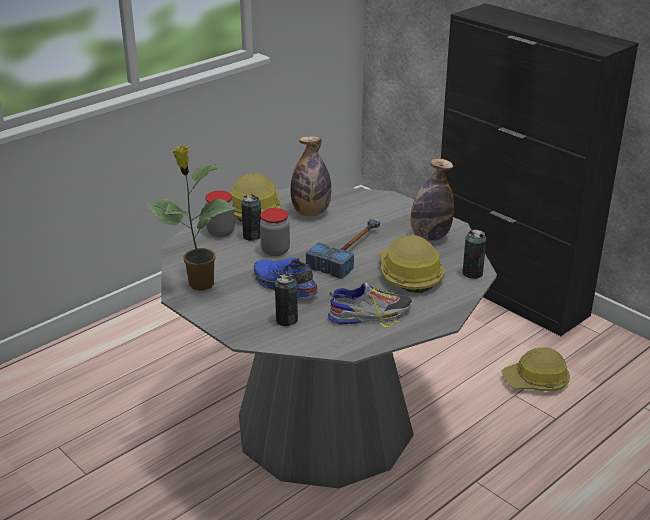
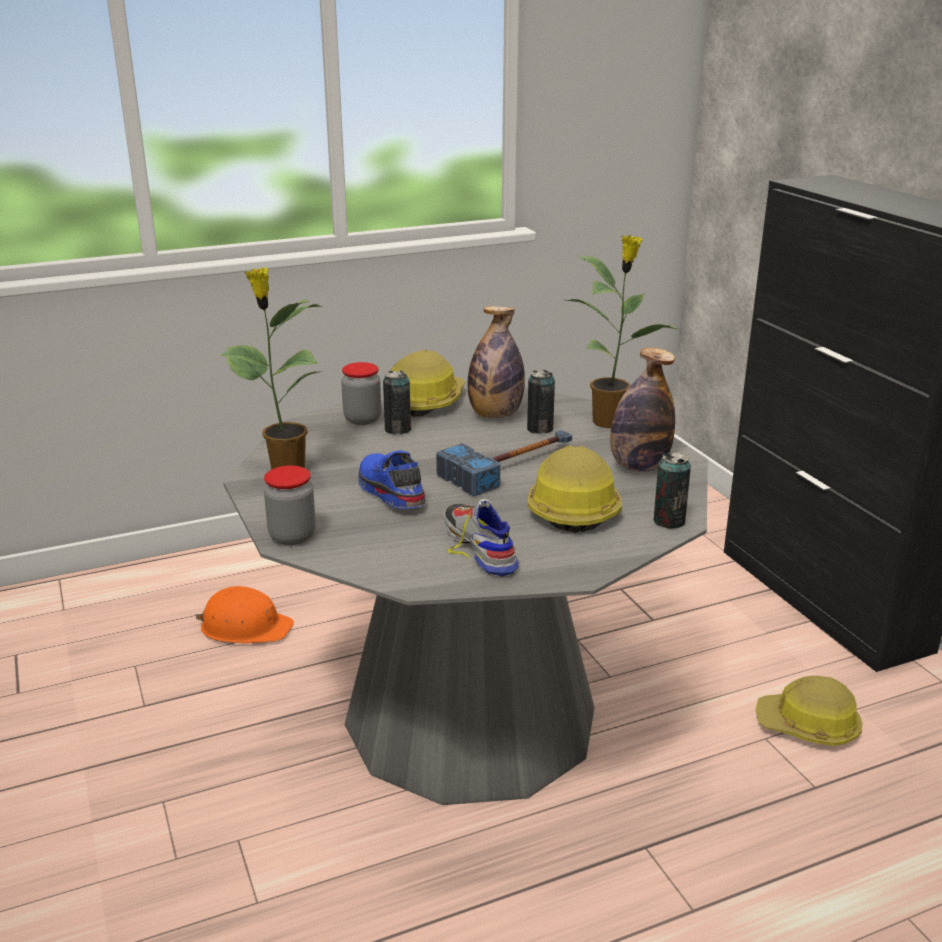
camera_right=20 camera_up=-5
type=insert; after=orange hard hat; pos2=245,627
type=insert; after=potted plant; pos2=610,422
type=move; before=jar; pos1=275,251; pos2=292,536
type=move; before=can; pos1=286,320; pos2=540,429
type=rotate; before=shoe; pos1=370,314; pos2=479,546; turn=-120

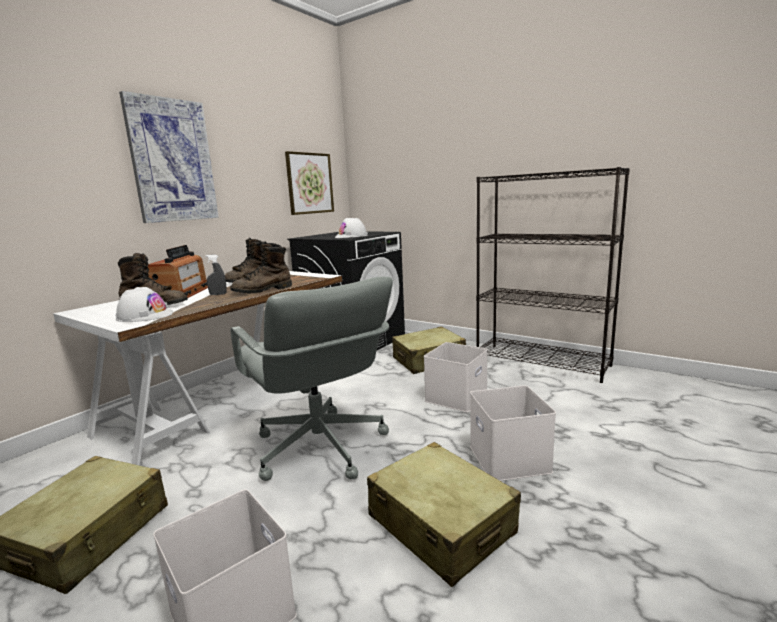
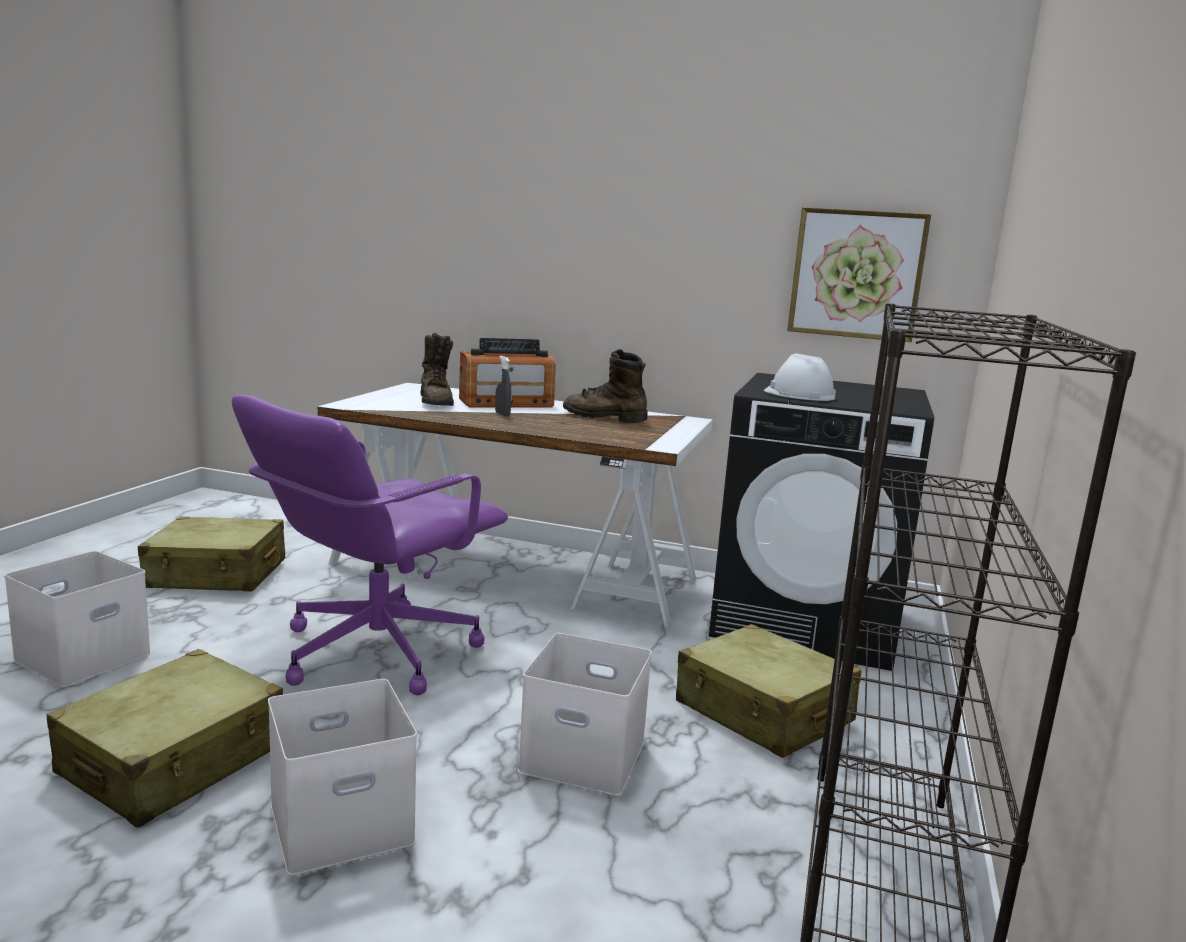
camera_right=70 camera_up=0
type=delete; before=white hard hat; pos1=145,316
type=delete; before=picture; pos1=172,161
type=delete; before=brown boot; pos1=263,290
type=recolor; before=grey office chair; after=purple office chair; pos1=319,448; pos2=374,651

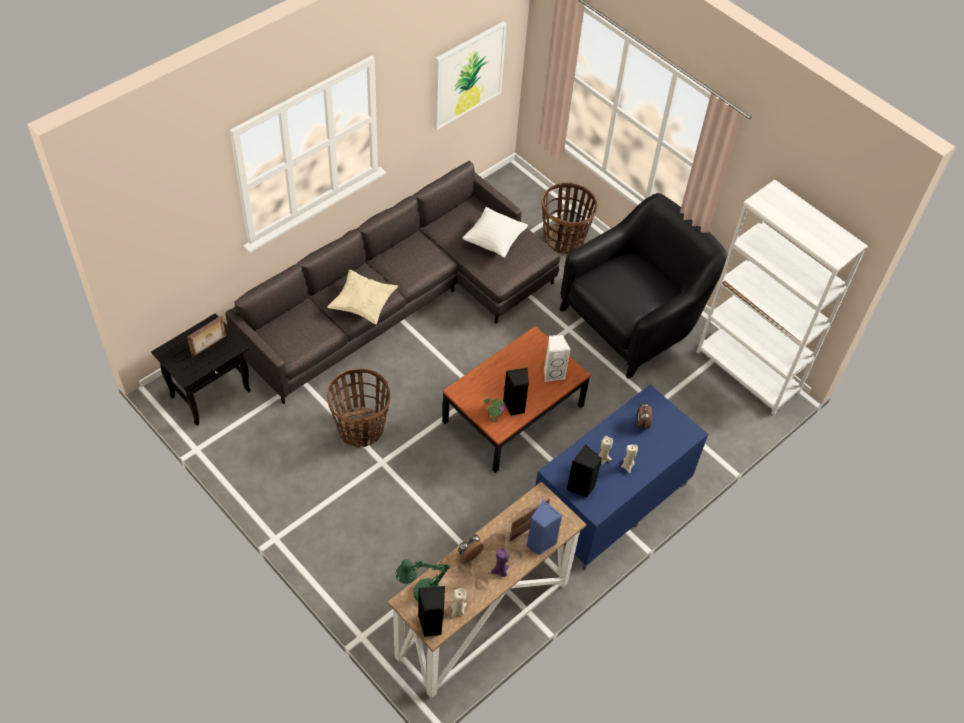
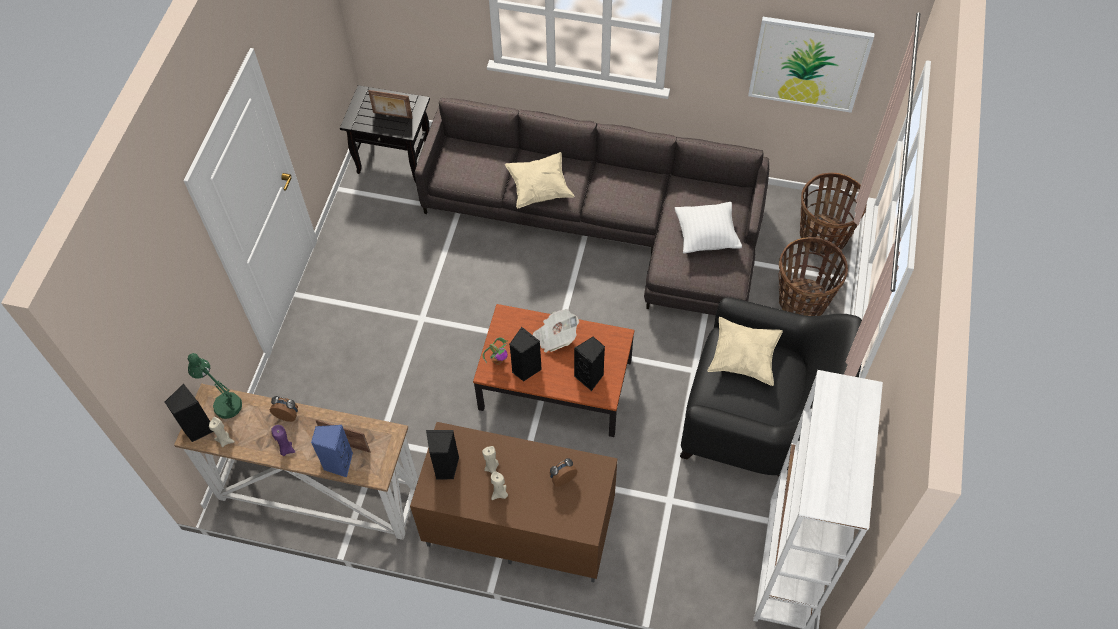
camera_right=60 camera_up=5
type=insert; after=newspaper; pos2=555,337
type=insert; after=beige pillow; pos2=743,358
type=move; before=basket; pos1=361,428; pos2=823,236
type=recolor; before=blue tv stand; after=brown tv stand; pos1=610,504; pos2=518,526
type=recolor; before=white speaker; after=black speaker; pos1=553,373; pos2=590,377

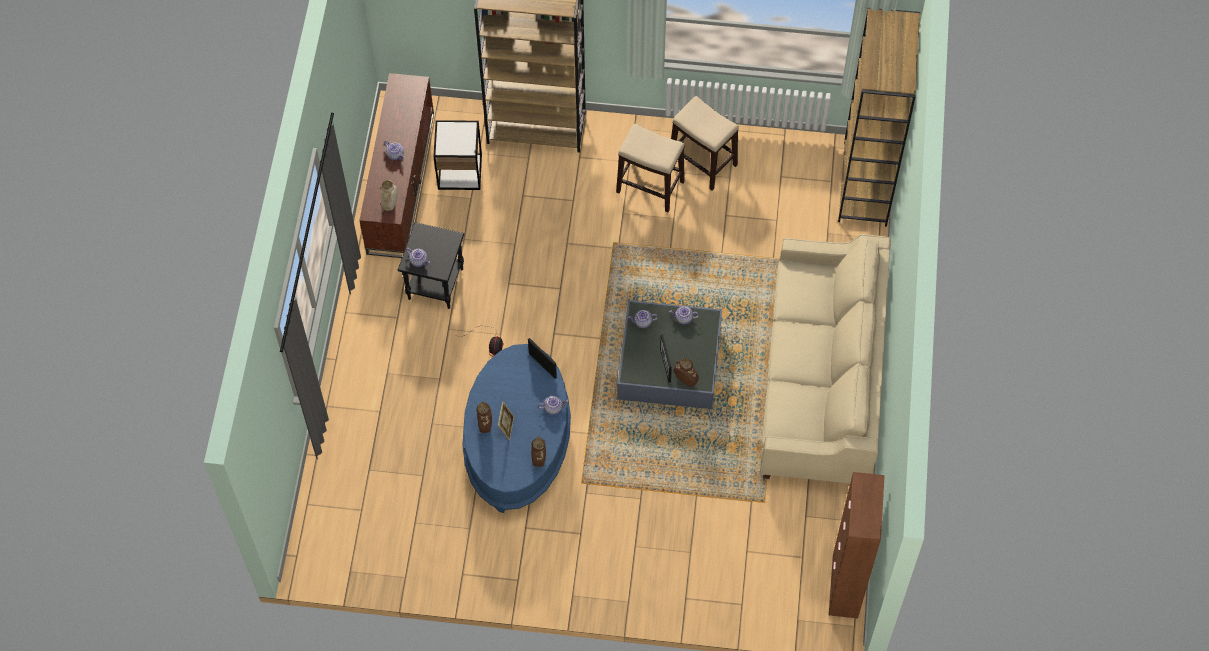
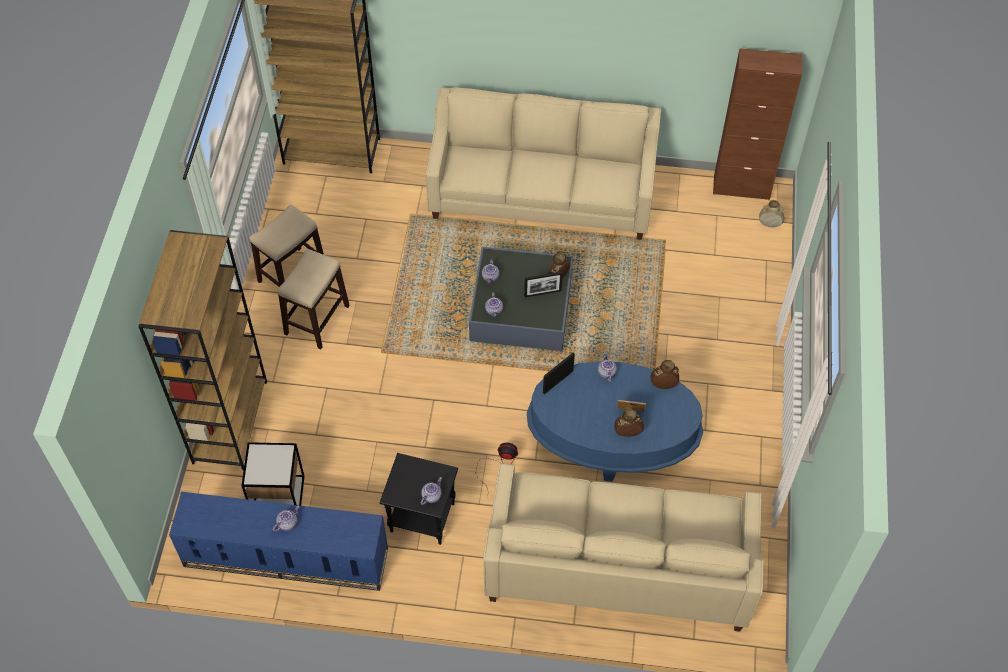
camera_right=-90 camera_up=-5
type=insert; after=beige sofa; pos2=617,565
type=move; before=beige vase; pos1=390,204; pos2=769,224
type=recolor; before=brown tv stand; after=blue tv stand; pos1=400,181; pos2=284,558

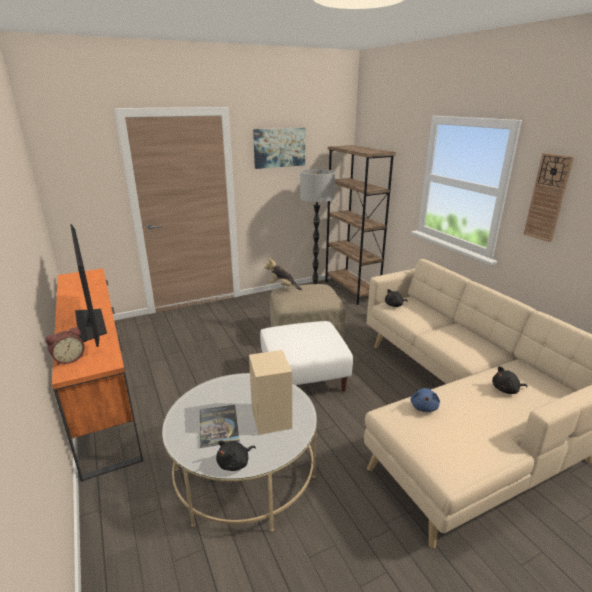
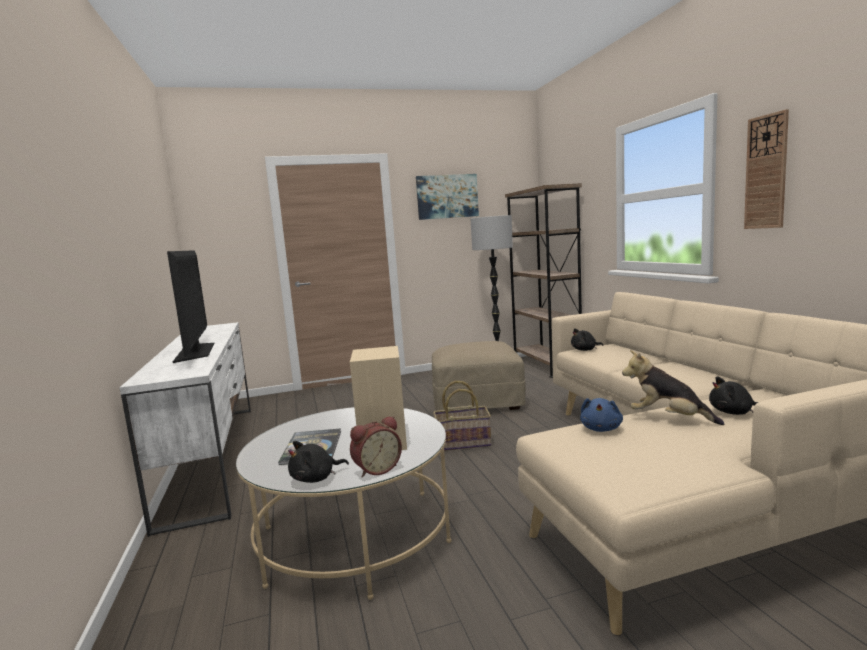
camera_right=10 camera_up=-15
type=move; before=alarm clock; pos1=69,359; pos2=376,469
type=move; before=plush toy; pos1=282,287; pos2=668,418
type=replace; before=white ottoman; after=basket; pos1=303,377; pos2=463,442
type=recolor; before=orange tv stand; after=white tv stand; pos1=104,392; pos2=213,456

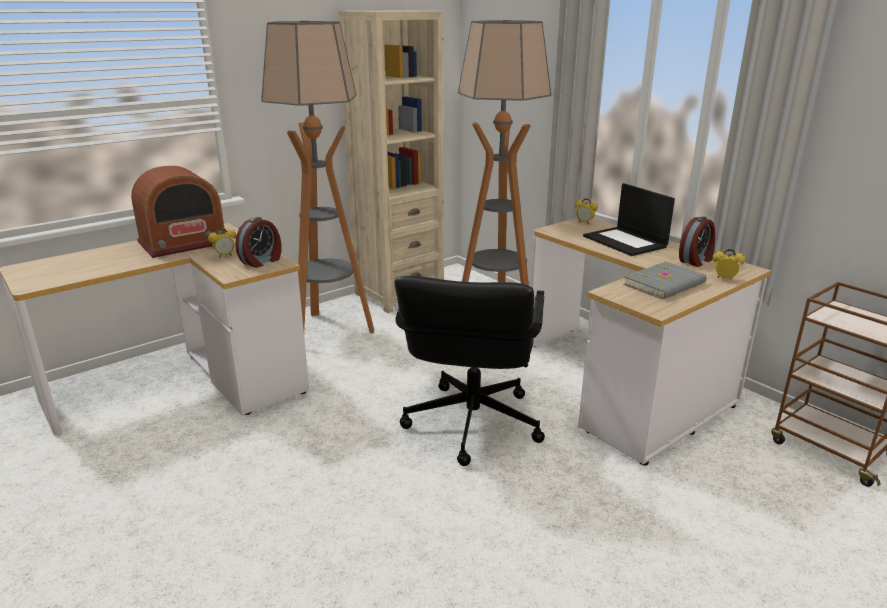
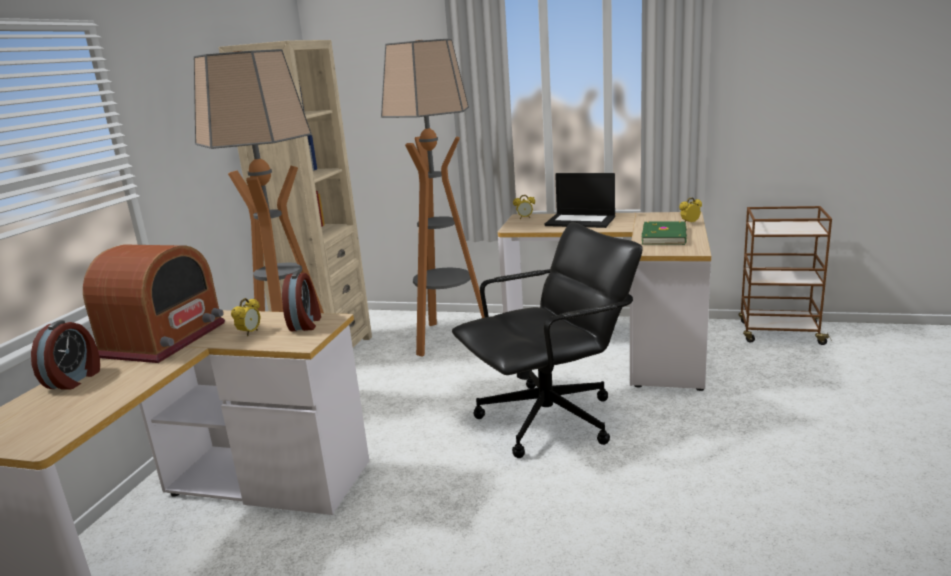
camera_right=-35 camera_up=-5
type=move; before=alarm clock; pos1=696,260; pos2=75,379
type=recolor; before=grey book; after=green book; pos1=665,284; pos2=665,236
type=rotate; before=black office chair; pos1=471,423; pos2=550,420; turn=-90

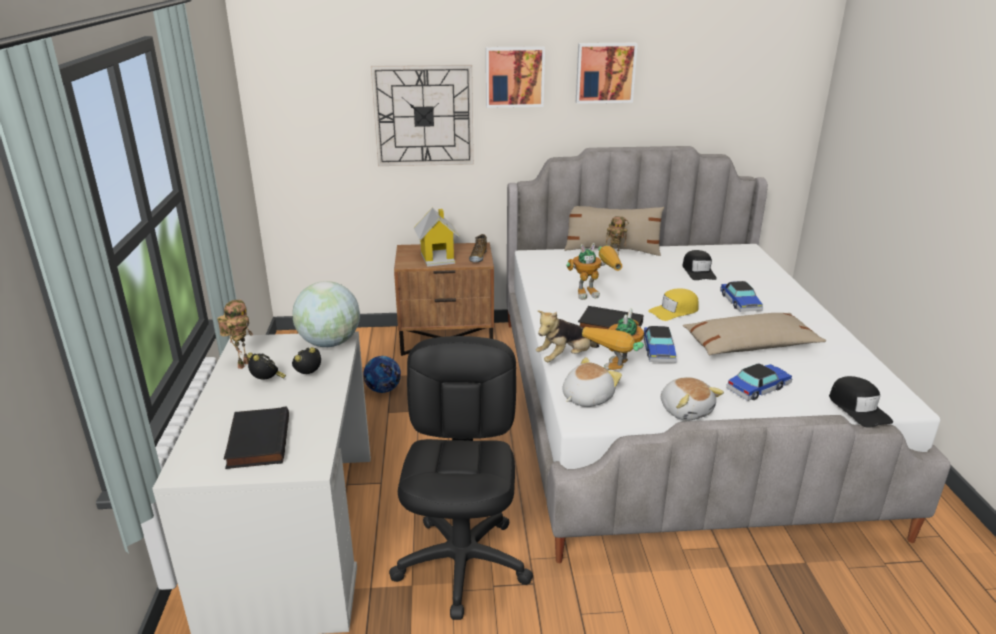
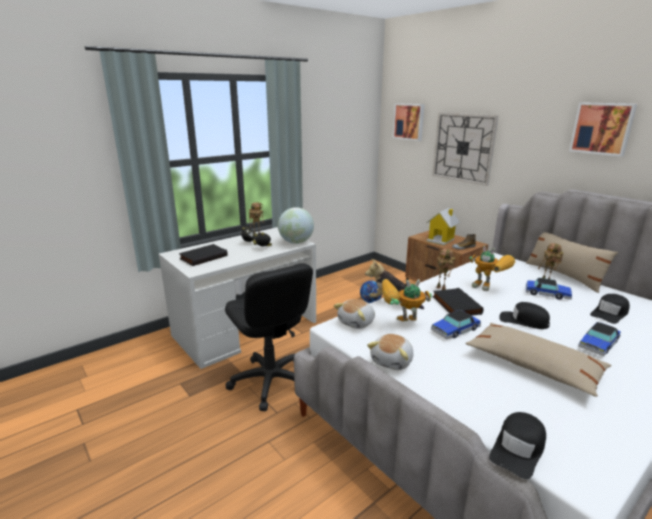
camera_right=55 camera_up=-5
type=insert; after=toy robot; pos2=442,288
type=move; before=picture; pos1=514,76; pos2=409,121
type=move; before=toy car; pos1=758,388; pos2=547,294
type=recolor; before=yellow cap; after=black cap; pos1=674,311; pos2=523,321
type=rotate; before=black office chair; pos1=463,563; pos2=270,382; turn=90
type=rotate; before=plush toy; pos1=586,398; pos2=357,322; turn=120

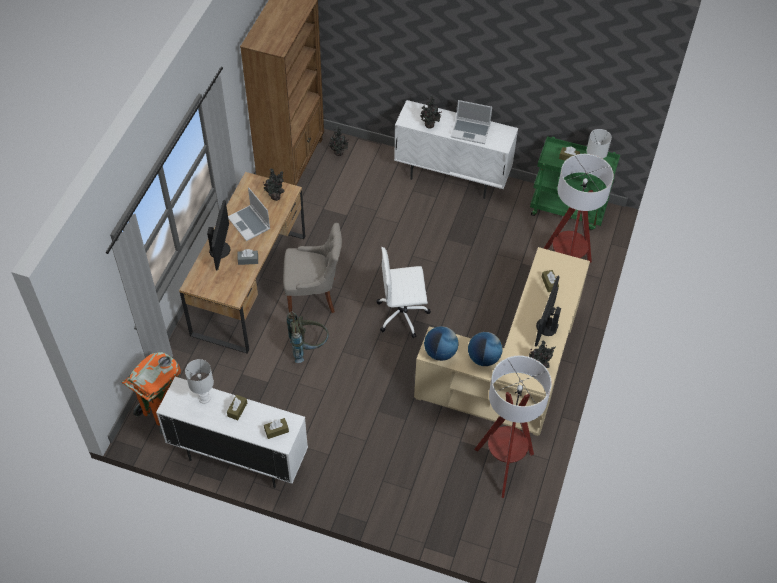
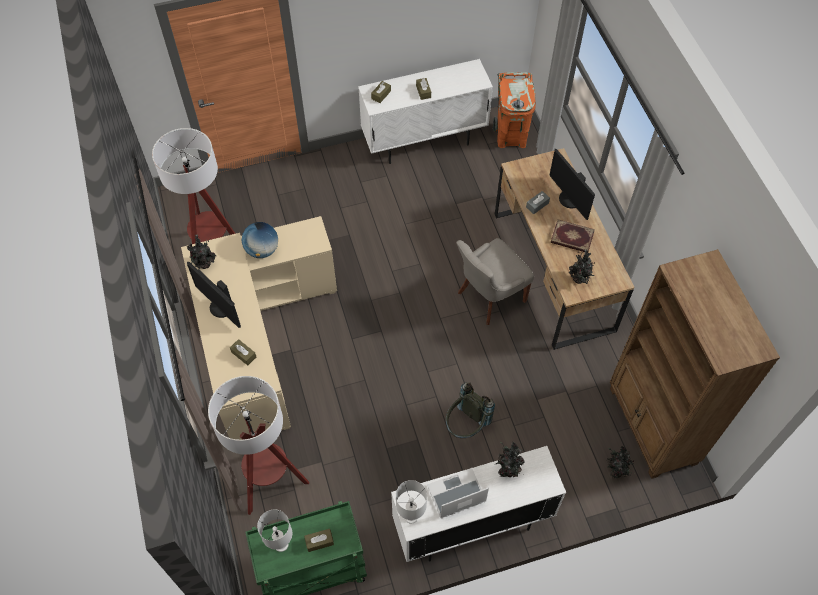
camera_right=145 camera_up=5
type=delete; before=white office chair; pos1=403,315
type=delete; before=globe; pos1=440,352
type=move; before=white table lamp; pos1=205,398; pos2=410,516
type=move; before=grey backpack; pos1=308,347; pos2=466,426
type=replace; before=laptop; after=book; pos1=250,224; pos2=572,238
type=rotate; before=monitor; pos1=546,326; pos2=221,307; turn=150

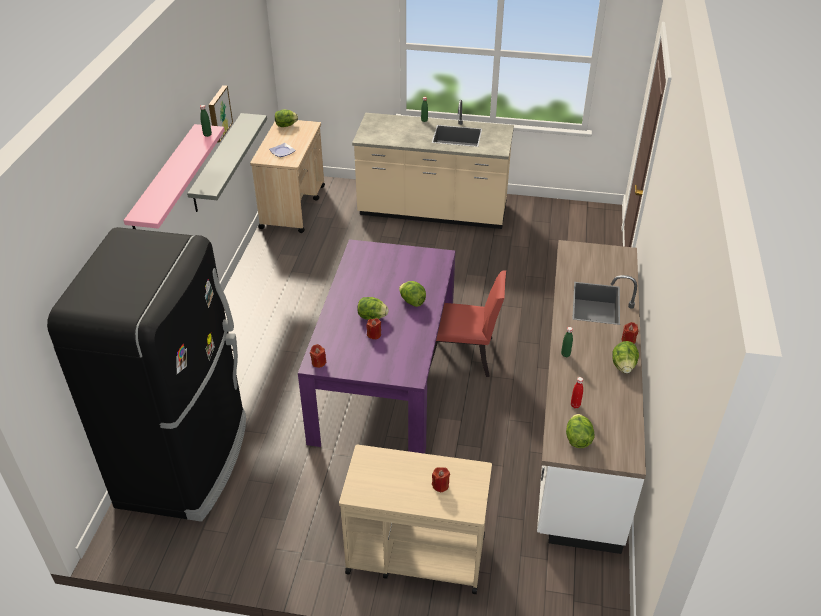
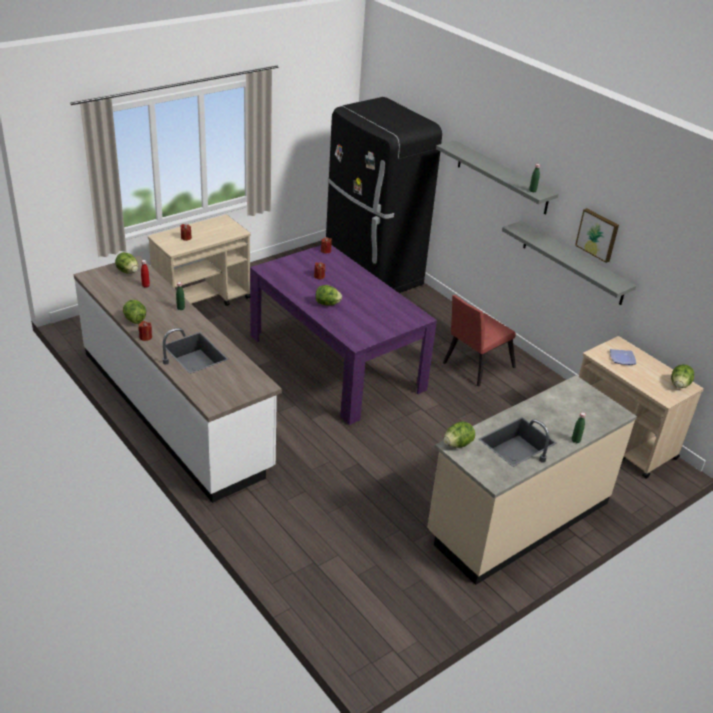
camera_right=130 camera_up=-5
type=move; before=lettuce; pos1=372,317; pos2=457,444
type=move; before=red chair; pos1=465,356; pos2=475,366
type=recolor; before=pink shelf; after=grey shelf; pos1=164,182; pos2=502,177

